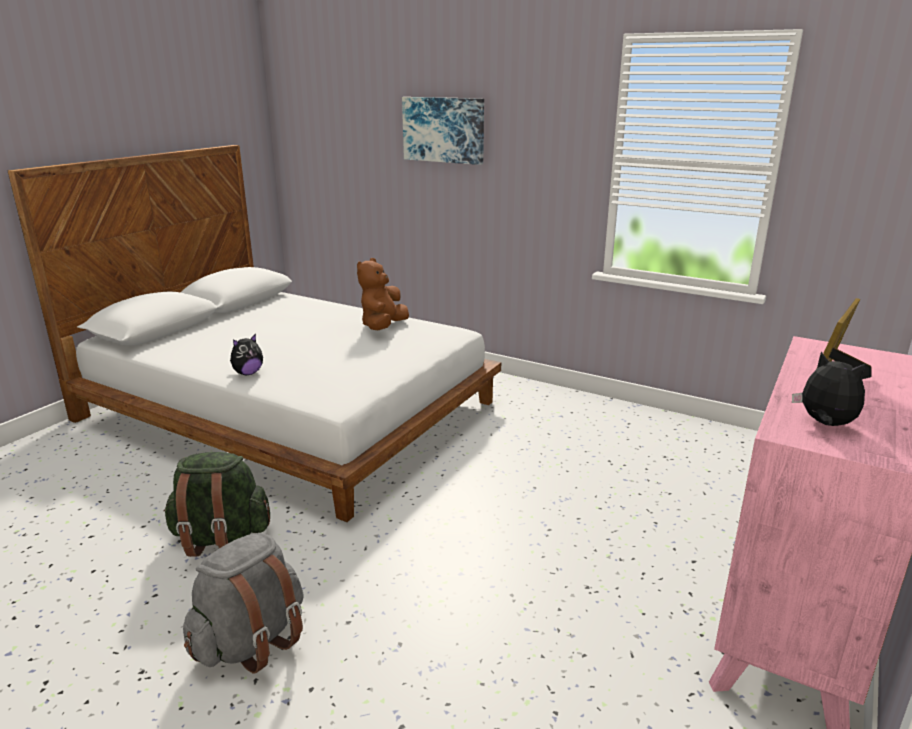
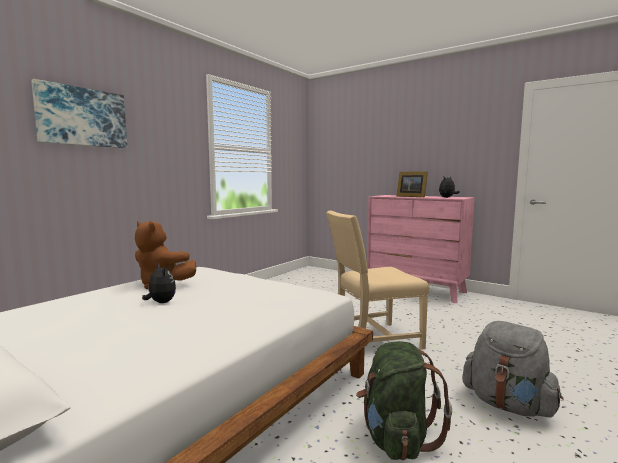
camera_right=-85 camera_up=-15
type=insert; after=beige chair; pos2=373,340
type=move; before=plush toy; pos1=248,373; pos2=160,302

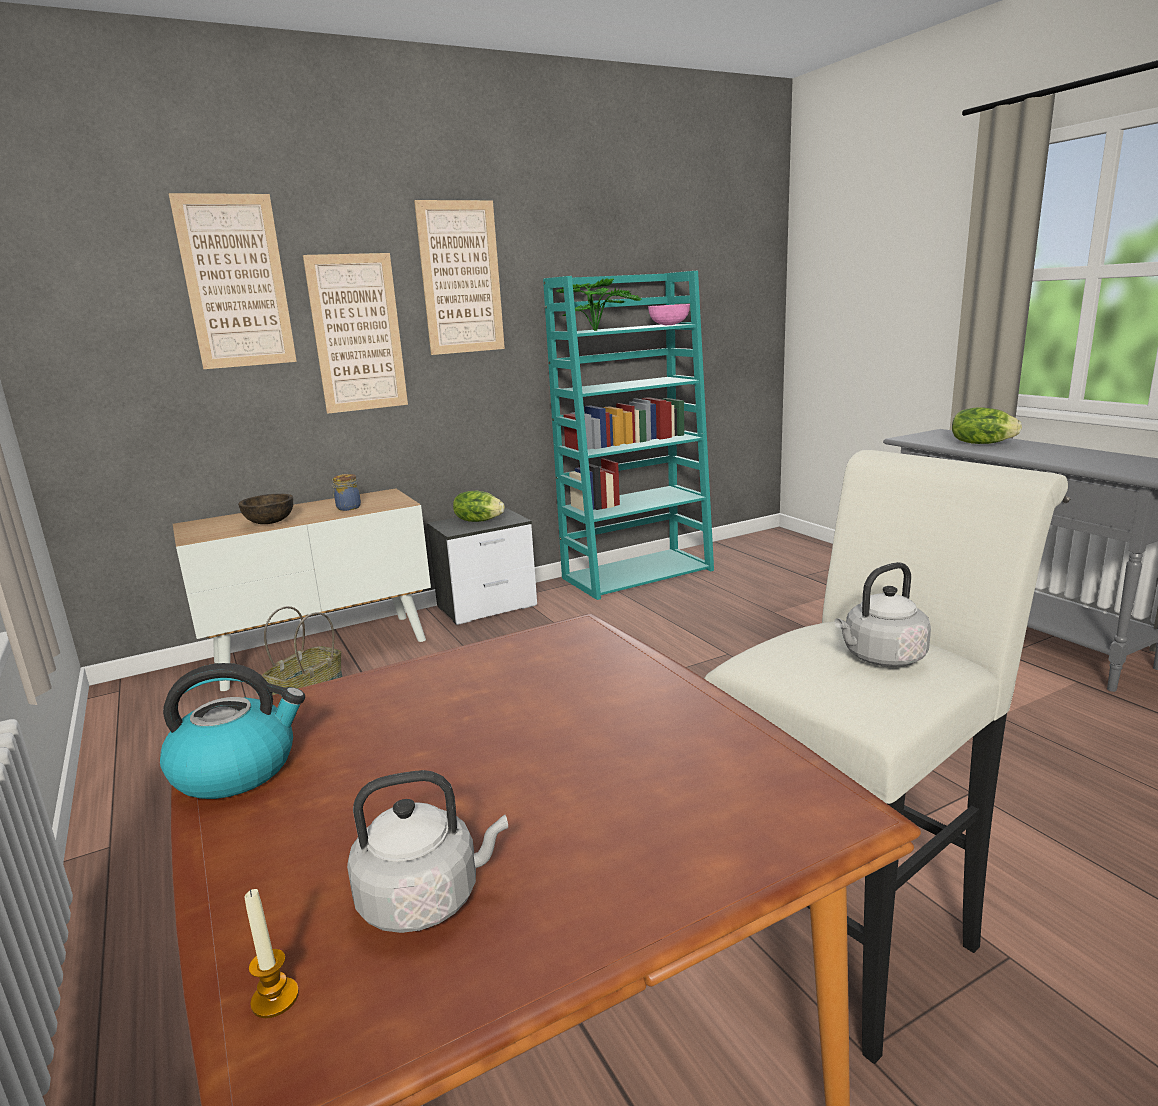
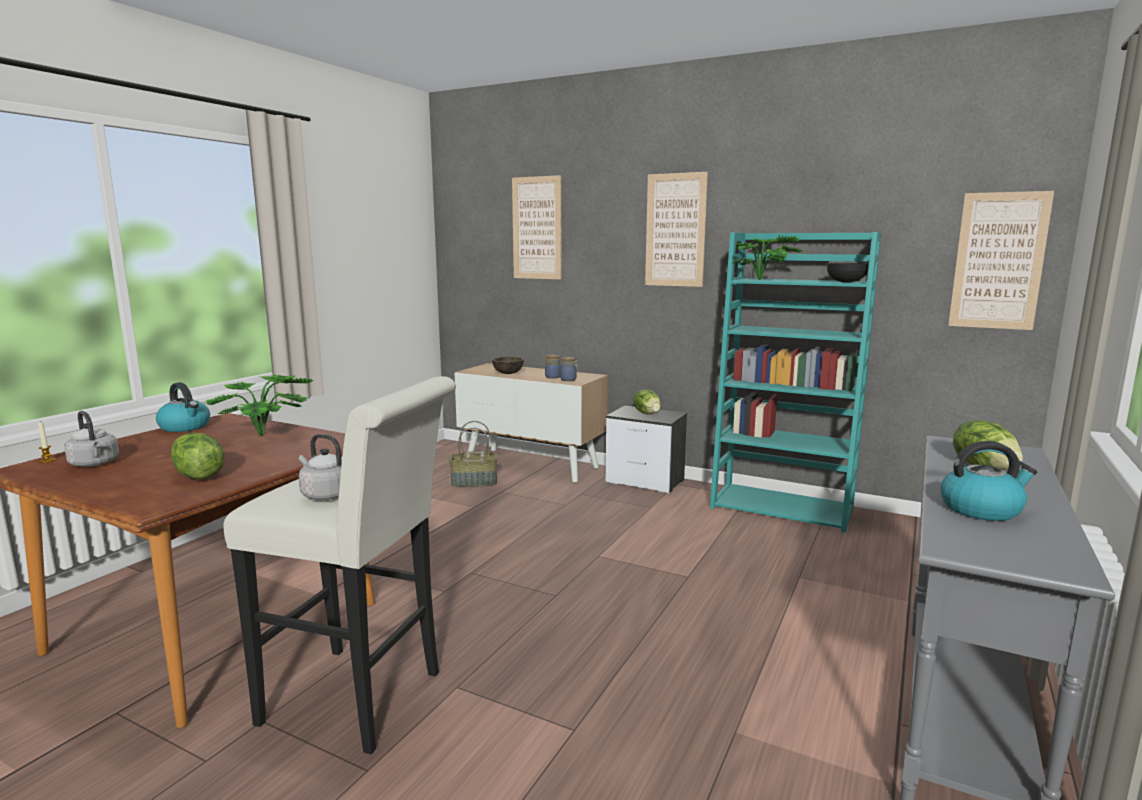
camera_right=55 camera_up=-5
type=insert; after=lettuce; pos2=197,476
type=insert; after=potted plant; pos2=267,435
type=insert; after=jar; pos2=569,380
type=insert; after=kettle; pos2=981,509
type=move; before=picture; pos1=357,333; pos2=998,261
type=recolor; before=pink bowl; after=black bowl; pos1=669,325; pos2=846,282

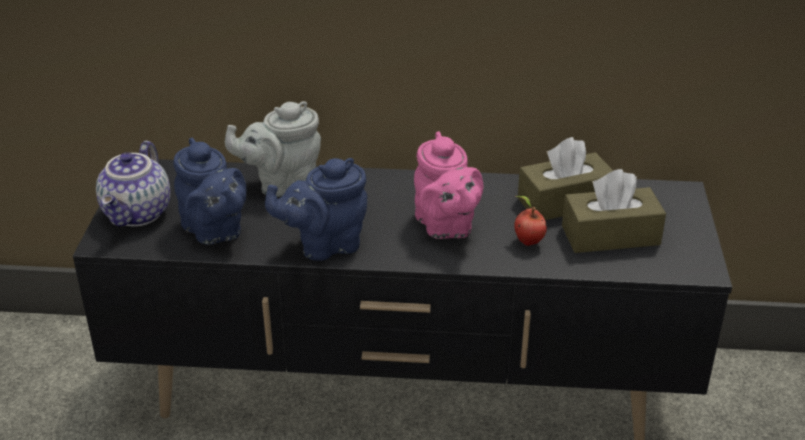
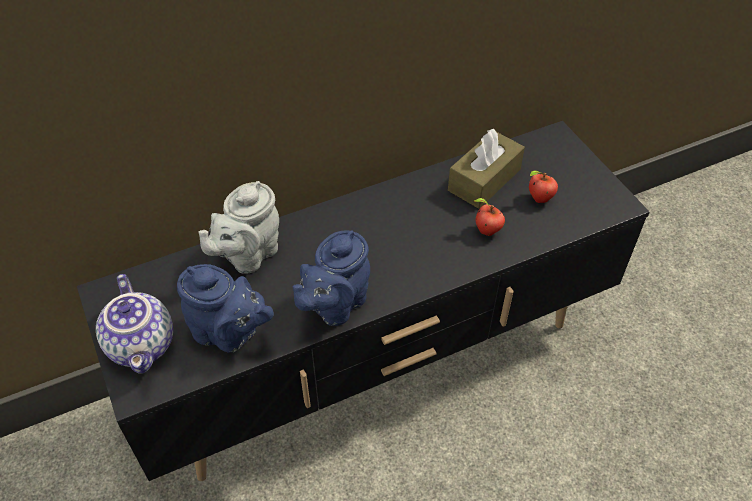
camera_right=-30 camera_up=15
type=delete; before=pink teapot; pos1=445,227
type=replace; before=brown tissue box; after=apple; pos1=610,235; pos2=539,199

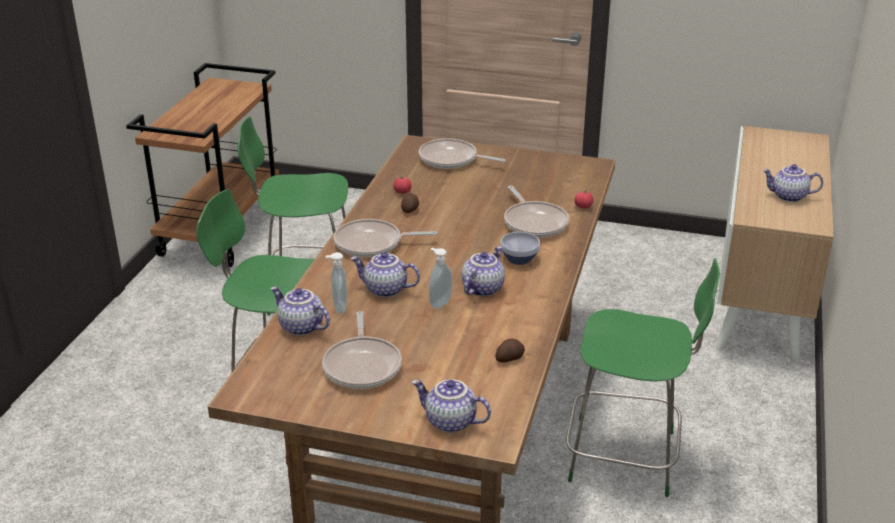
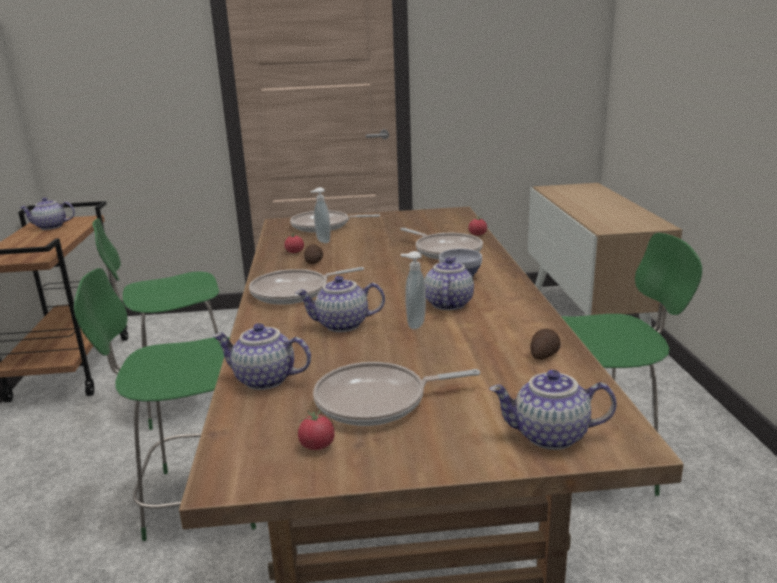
camera_right=-20 camera_up=-10
type=insert; after=tomato; pos2=317,445
type=move; before=soap dispenser; pos1=338,308; pos2=322,241
type=move; before=teapot; pos1=788,197; pos2=50,227
type=rotate; before=frying pan; pos1=362,365; pos2=377,401; turn=105

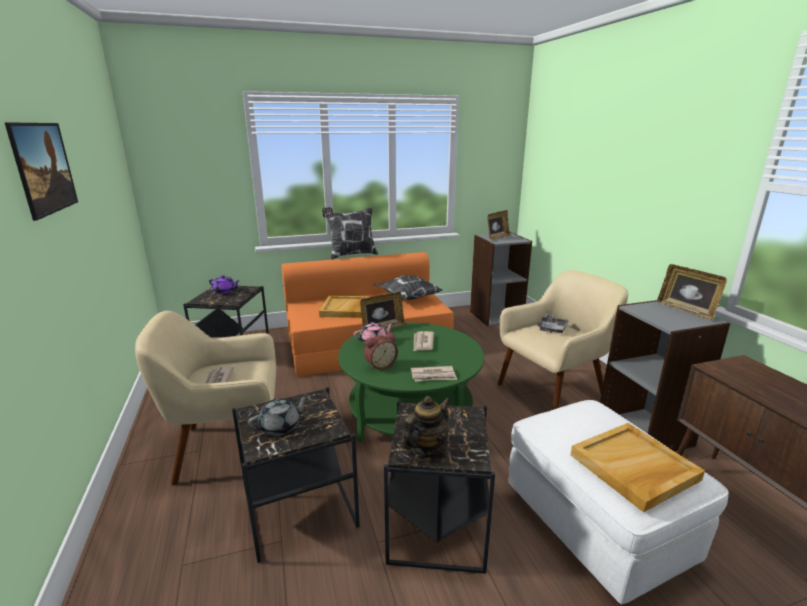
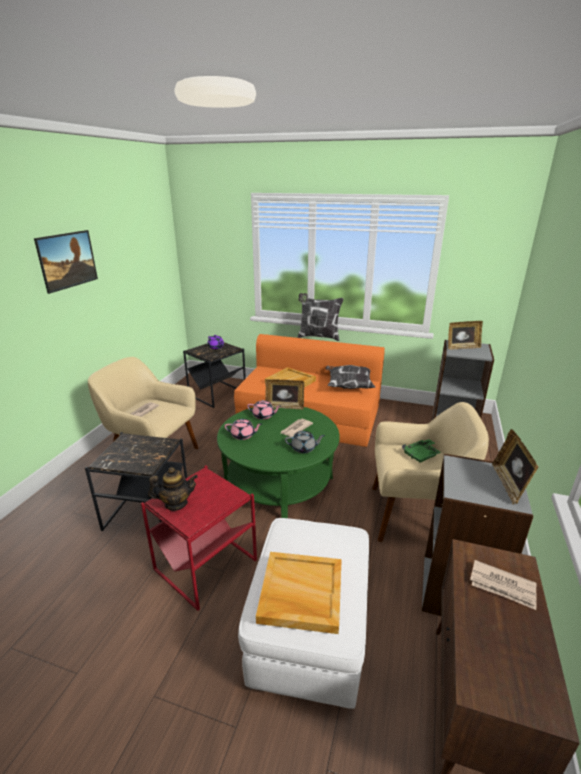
camera_right=35 camera_up=5
type=move; before=grey teapot; pos1=281,426; pos2=304,448
type=move; before=newspaper; pos1=433,376; pos2=503,586
type=replace; before=alarm clock; after=pink teapot; pos1=380,365; pos2=243,435
type=recolor; before=black side table; after=red side table; pos1=436,526; pos2=204,565
type=recolor; before=grey tray; after=green tray; pos1=552,328; pos2=421,455

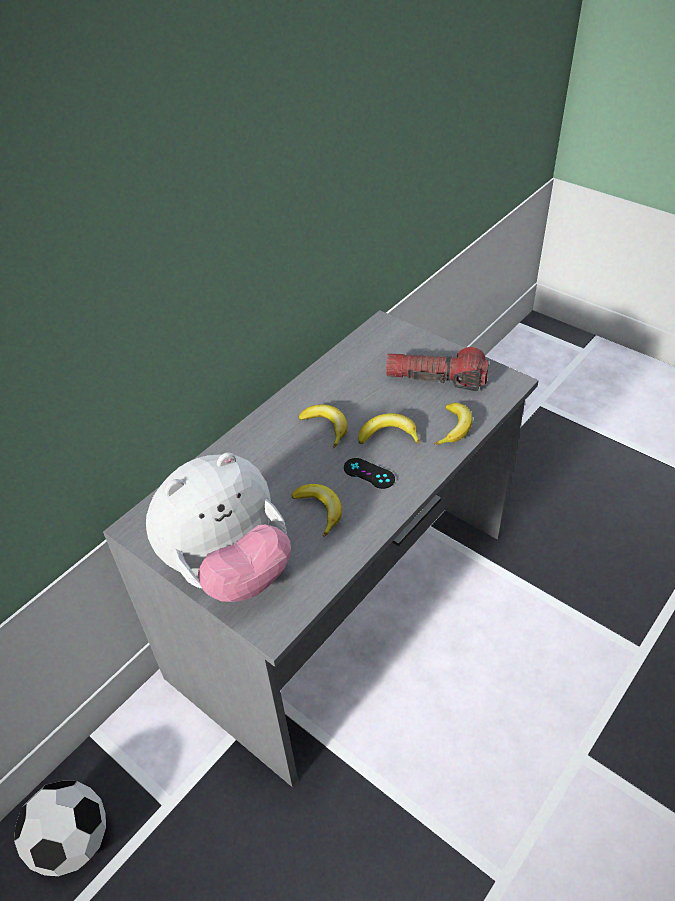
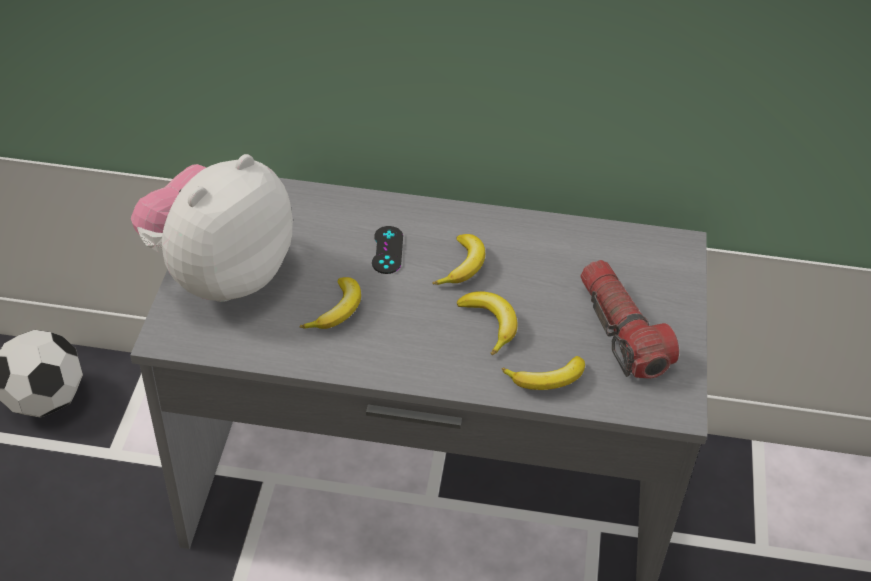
camera_right=55 camera_up=0
type=move; before=black game controller; pos1=369,473; pos2=387,250
type=rotate; before=plush toy; pos1=229,568; pos2=220,274; turn=105

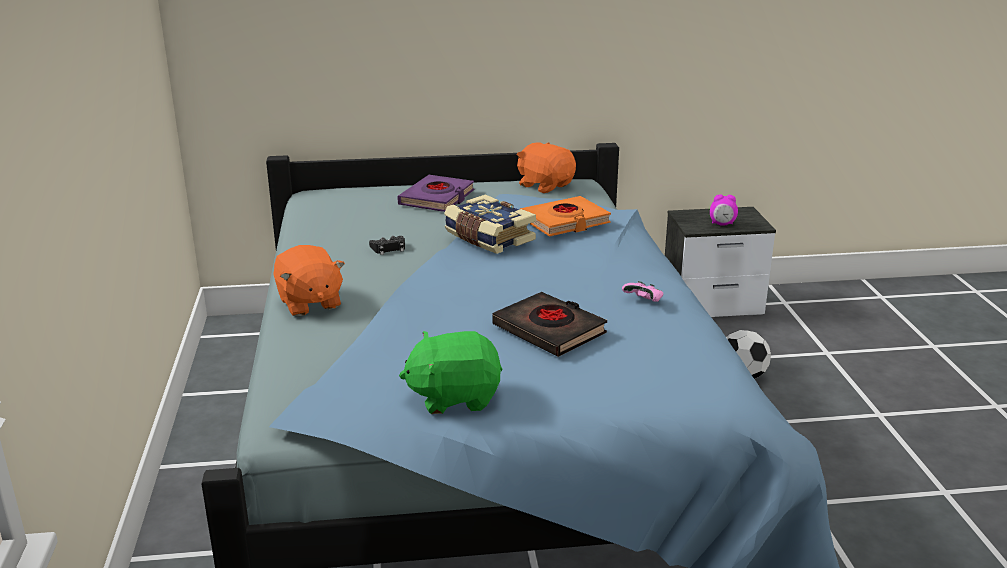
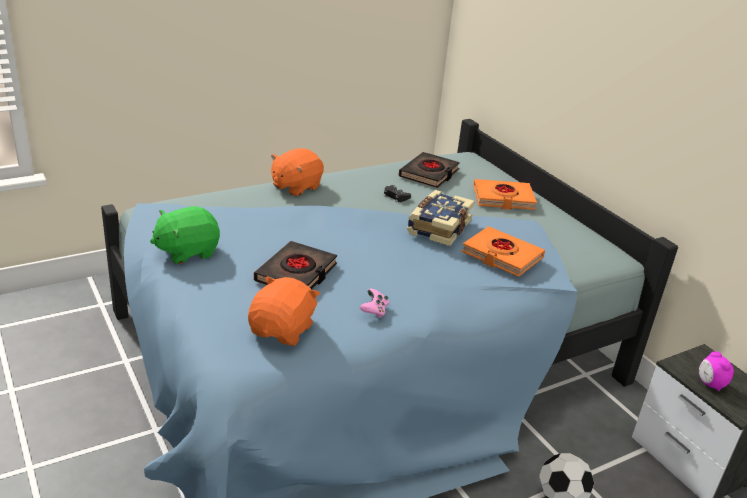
camera_right=65 camera_up=5
type=insert; after=black book; pos2=429,174
type=move; before=orange plush toy; pos1=545,185; pos2=283,330
type=recolor; before=purple book; after=orange book; pos1=437,198; pos2=503,199
type=rotate; before=green plush toy; pos1=454,397; pos2=187,251; turn=-90

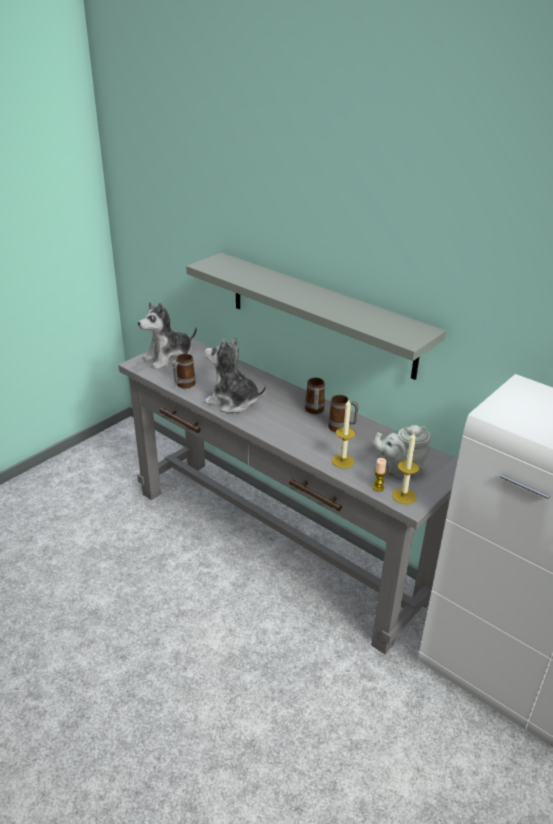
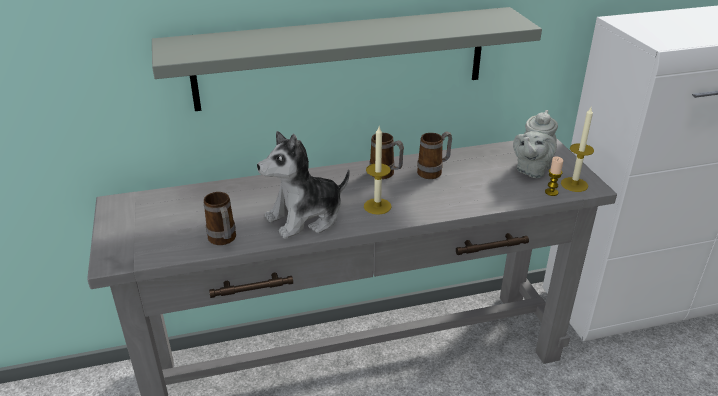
camera_right=-55 camera_up=0
type=delete; before=plush toy; pos1=169,358
type=move; before=candle; pos1=343,461; pos2=377,206

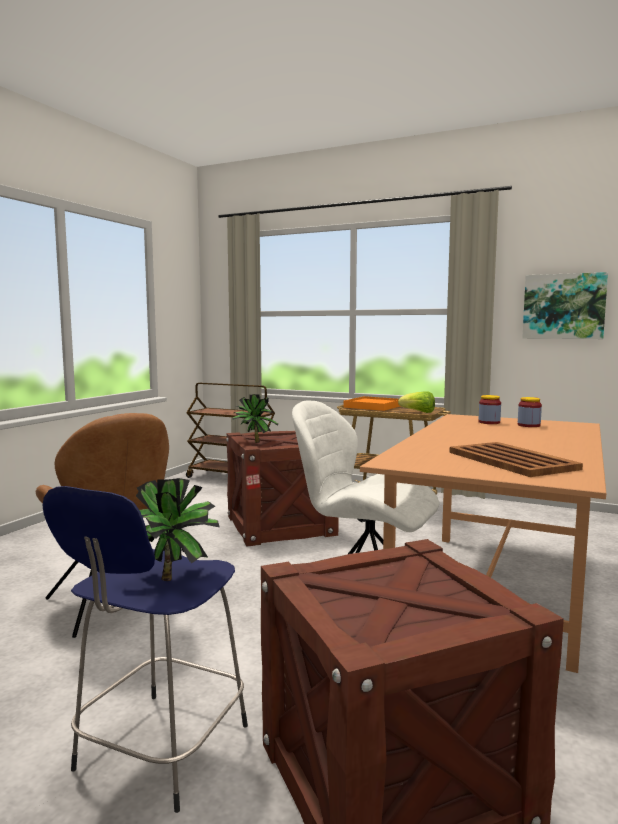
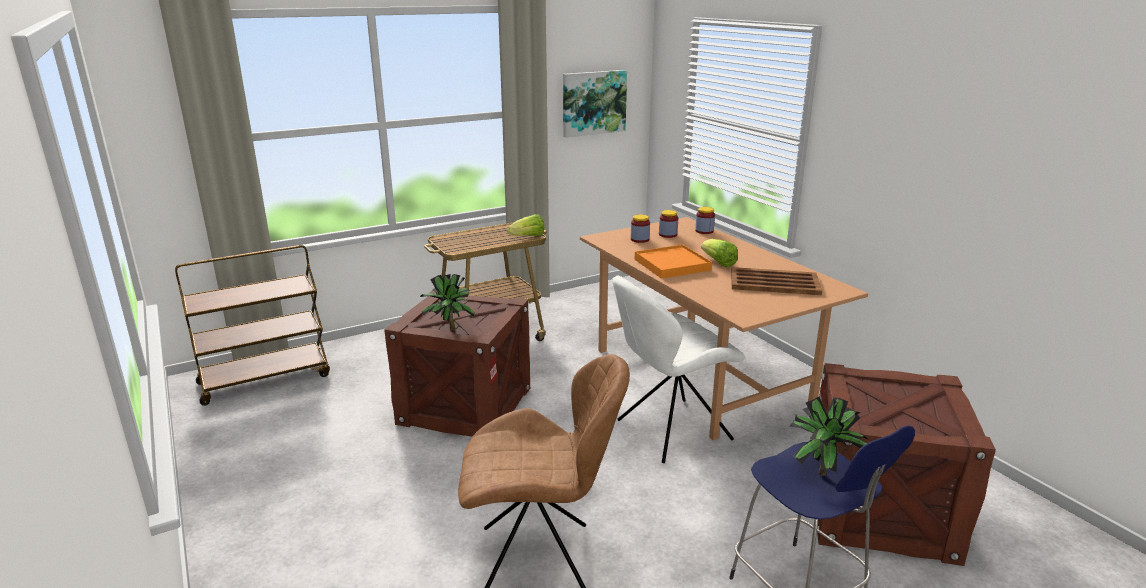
camera_right=-55 camera_up=15
type=insert; after=jar; pos2=704,231
type=insert; after=lettuce; pos2=718,263
type=move; before=orange tray; pos1=373,406; pos2=672,264

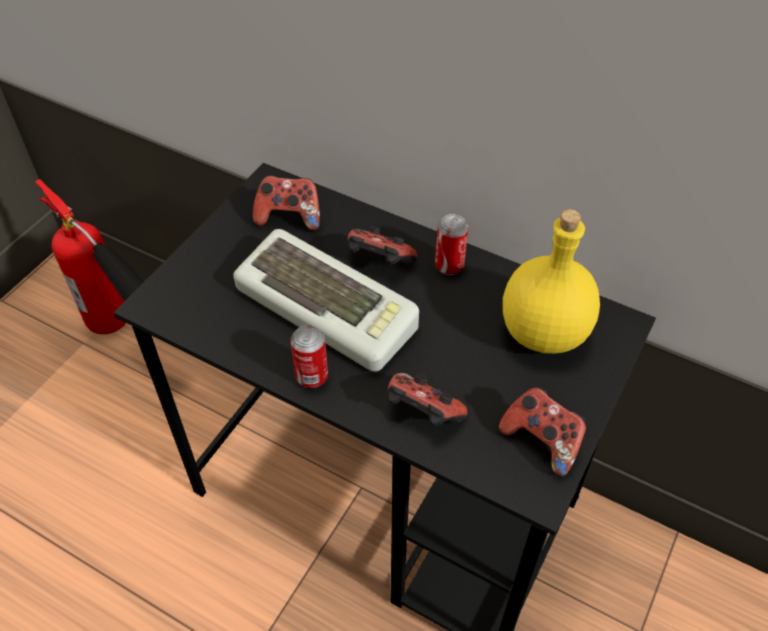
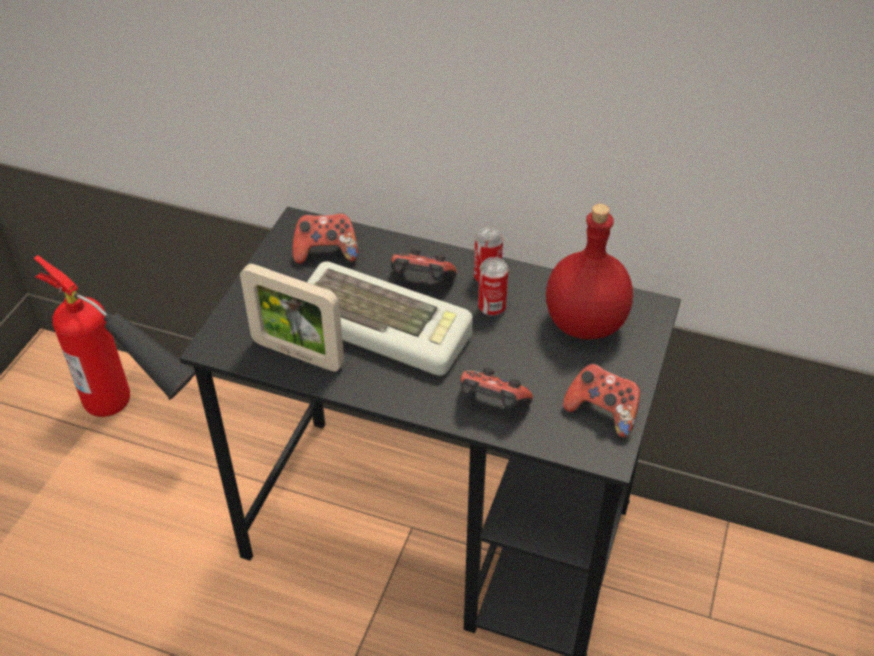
camera_right=-10 camera_up=-5
type=insert; after=picture frame; pos2=298,354
type=move; before=can; pos1=312,376; pos2=491,307
type=recolor; before=yellow bottle; after=red bottle; pos1=542,331; pos2=583,323

